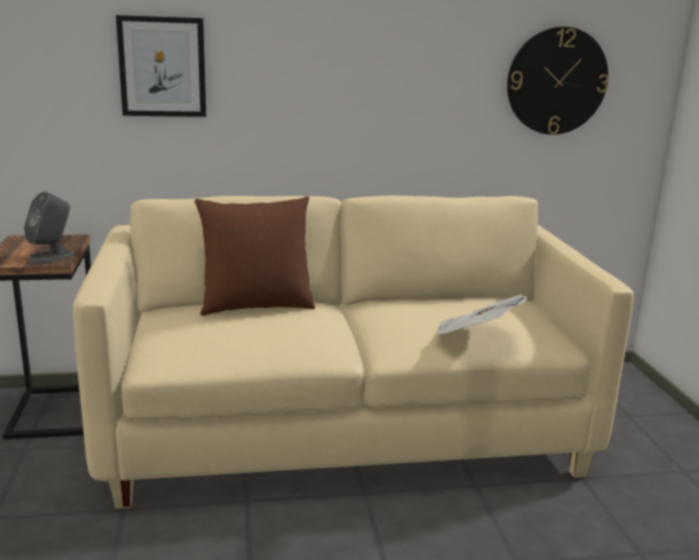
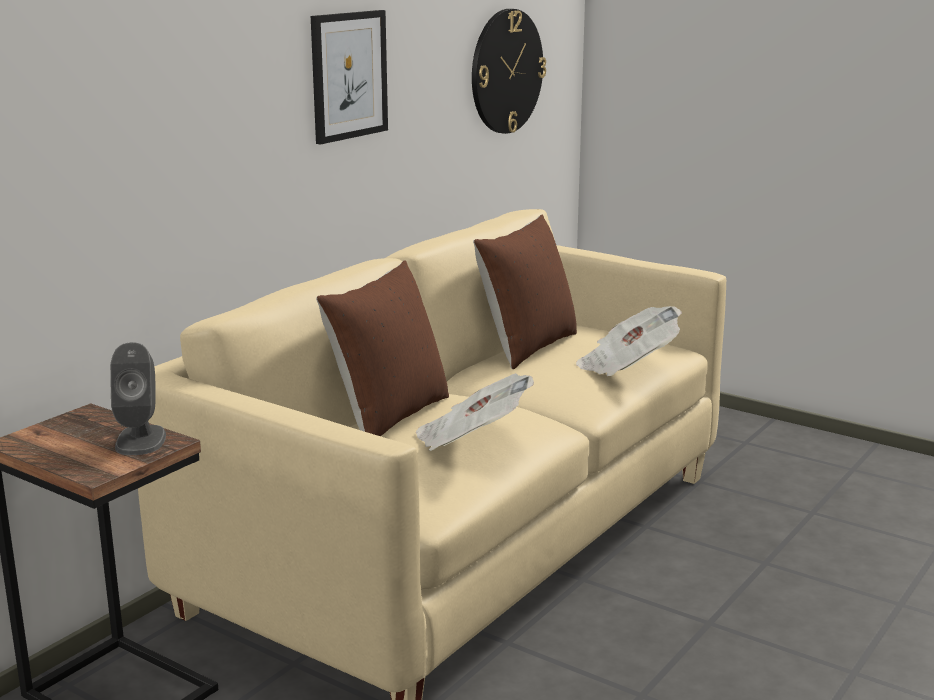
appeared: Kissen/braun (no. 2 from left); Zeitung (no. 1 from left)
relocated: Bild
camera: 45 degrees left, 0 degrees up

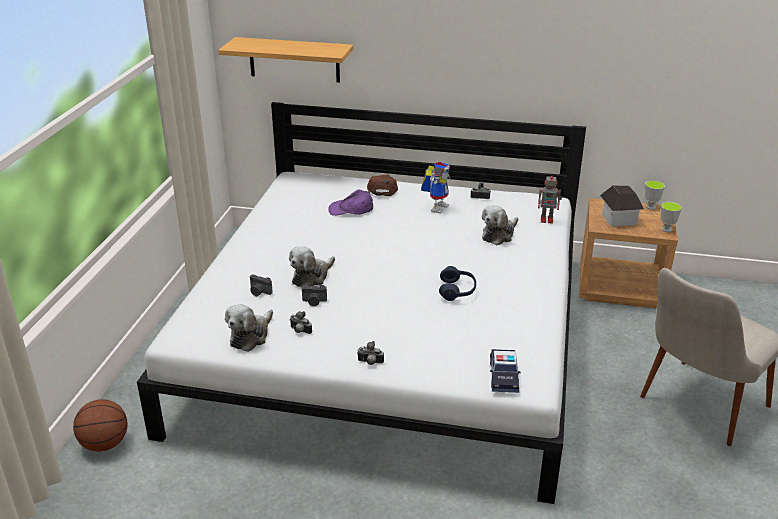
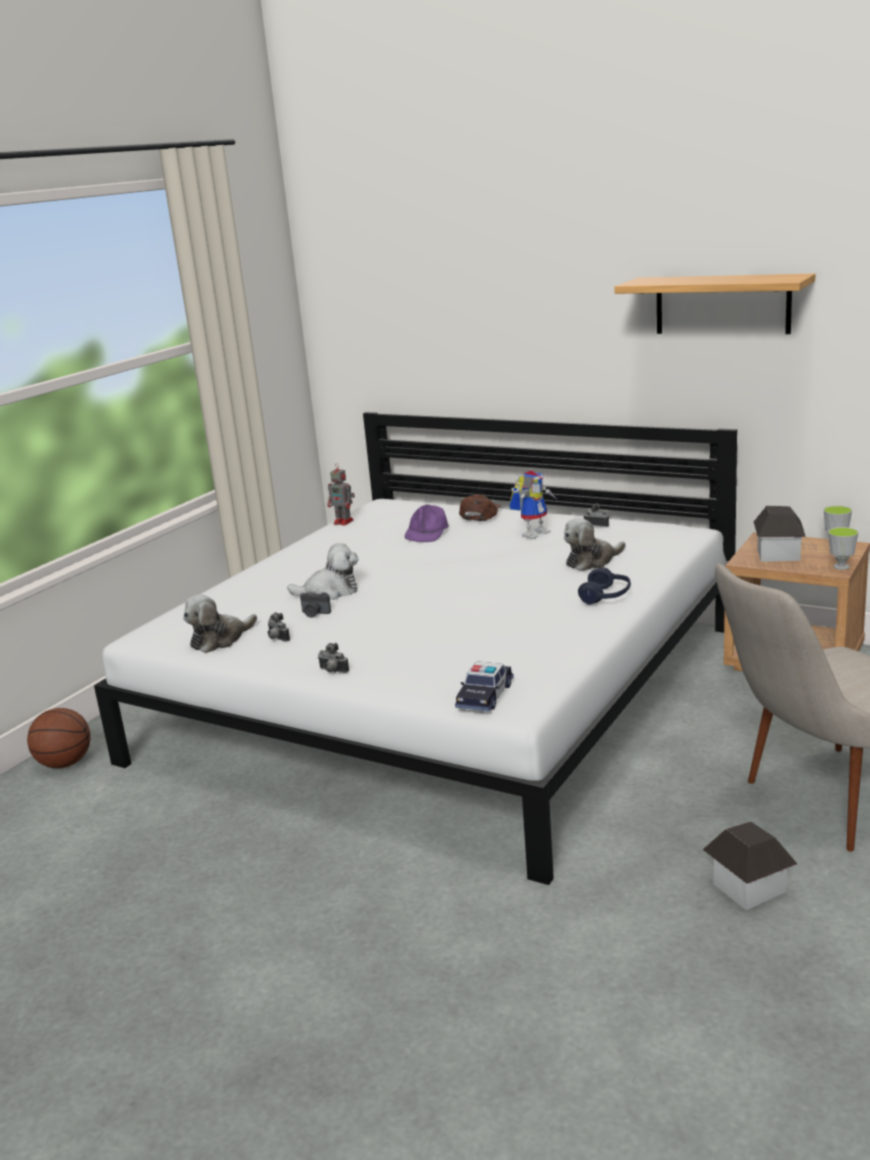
missing: Kamera (no. 1 from left)
appeared: Spielzeughaus (no. 1 from left)
relocated: Wandregal; Spielzeugroboter (no. 2 from left in the first image) to Spielzeugroboter (no. 1 from left); Kopfhörer/blau
spun: Kappe/lila 90 degrees counterclockwise; Plüschtier (no. 2 from left) 150 degrees counterclockwise
camera: 20 degrees right, 10 degrees down

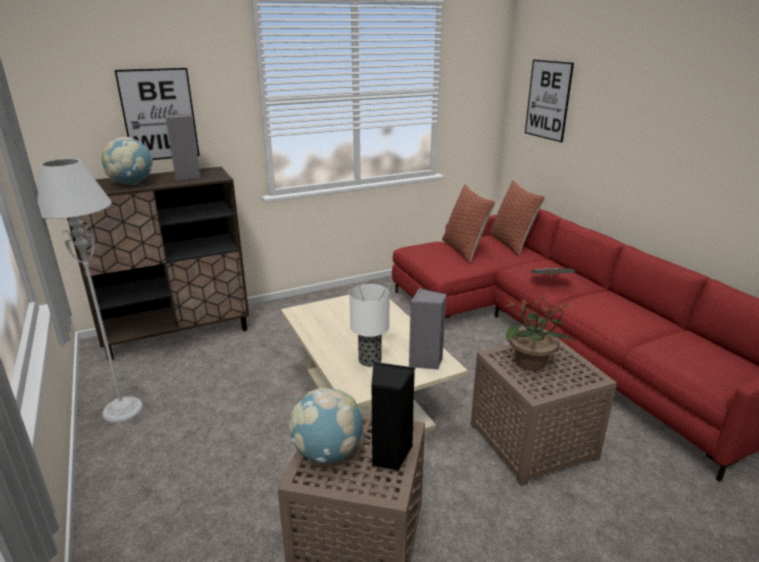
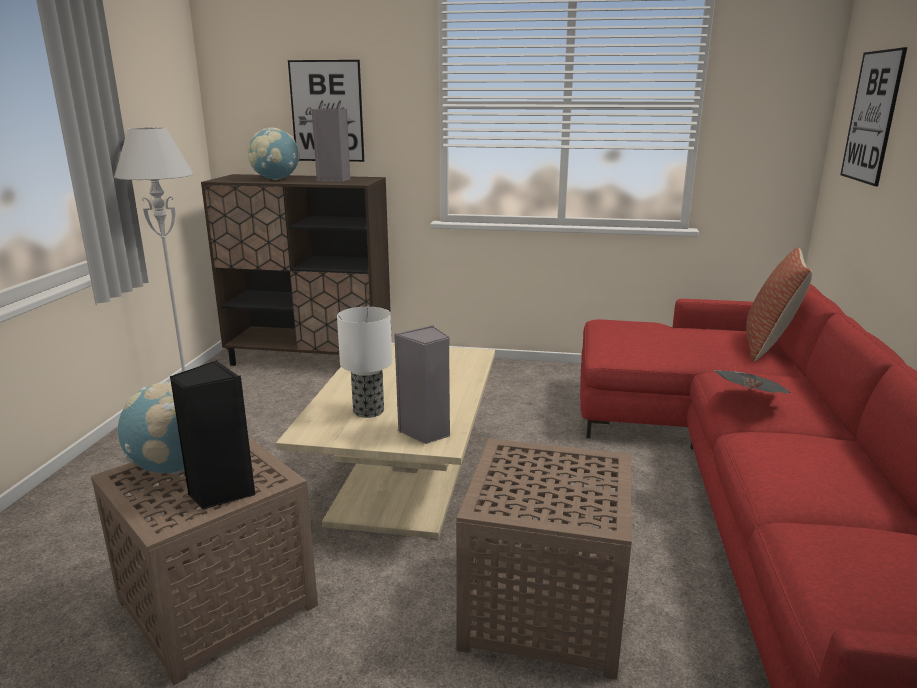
missing: Kissen (no. 1 from left); Topfpflanze
camera: 35 degrees right, 5 degrees down

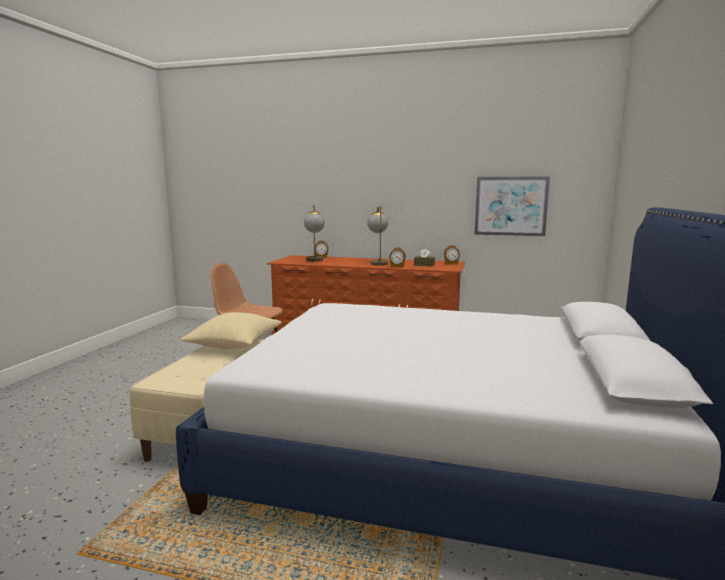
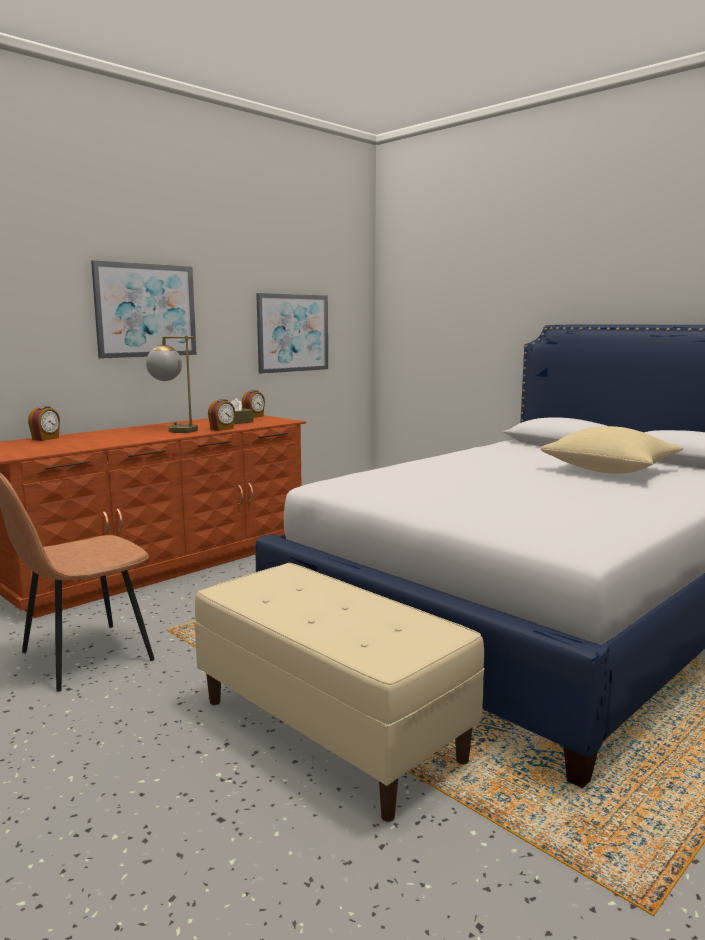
missing: Tischlampe (no. 1 from left)
appeared: Bild (no. 1 from left)
relocated: Kissen/beige
camera: 60 degrees left, 0 degrees up

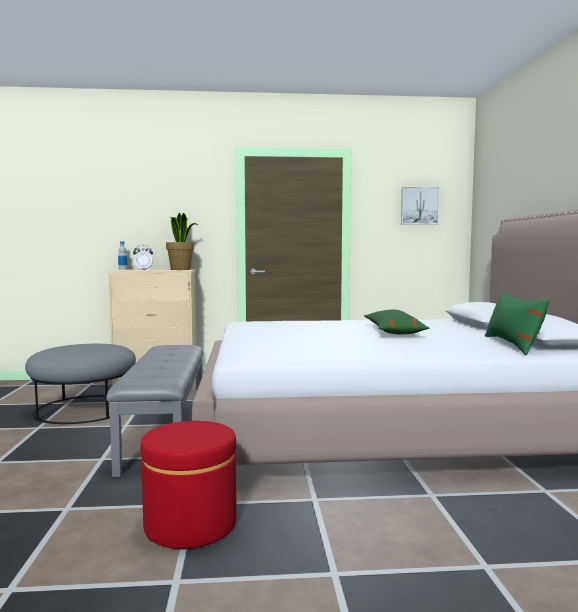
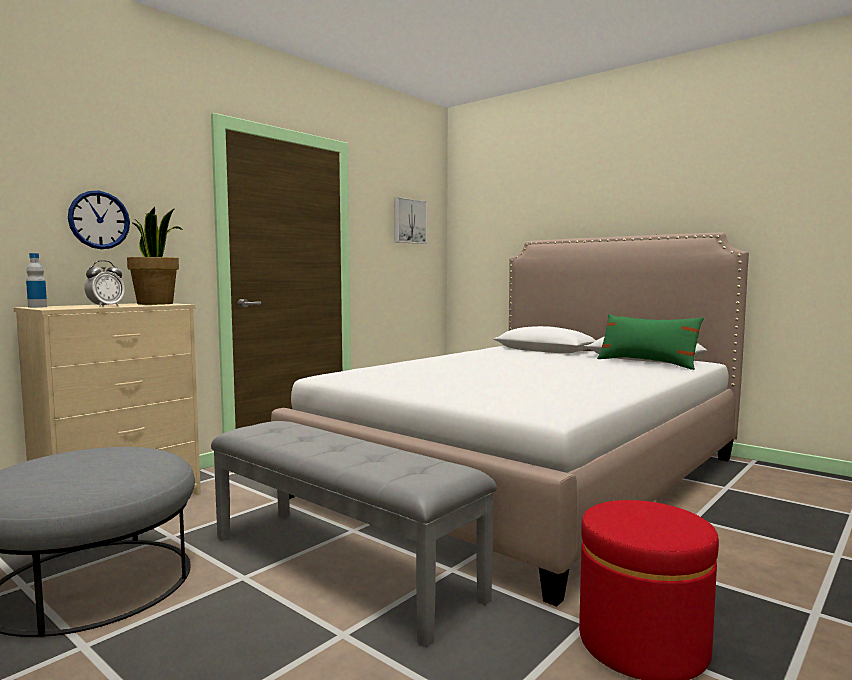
missing: Kissen/grün (no. 1 from left)
appeared: Wanduhr
camera: 45 degrees left, 0 degrees up

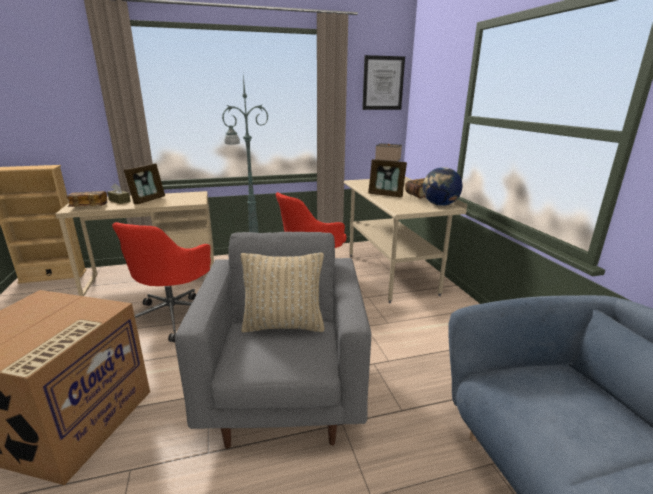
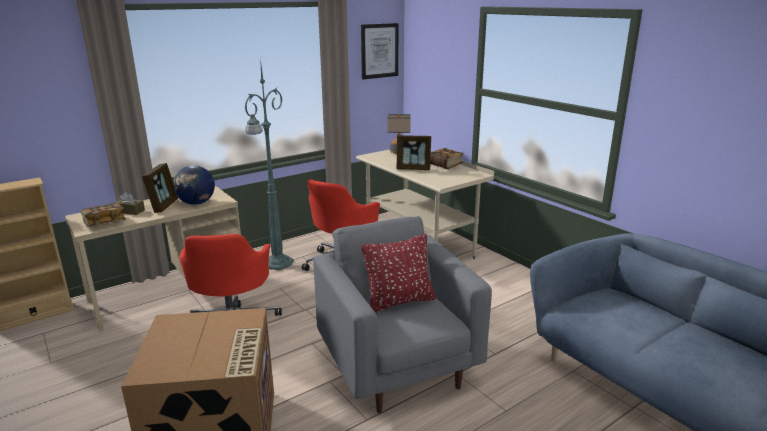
relocated: Globus
colour: Kissen/beige to Kissen/rot
camera: 20 degrees left, 0 degrees up

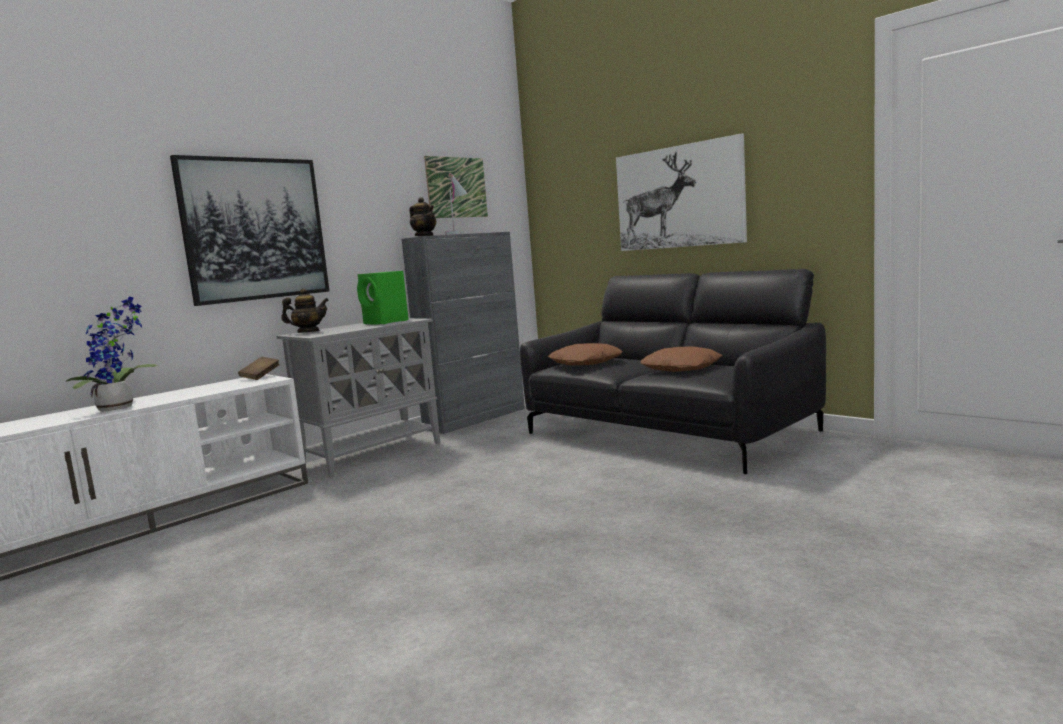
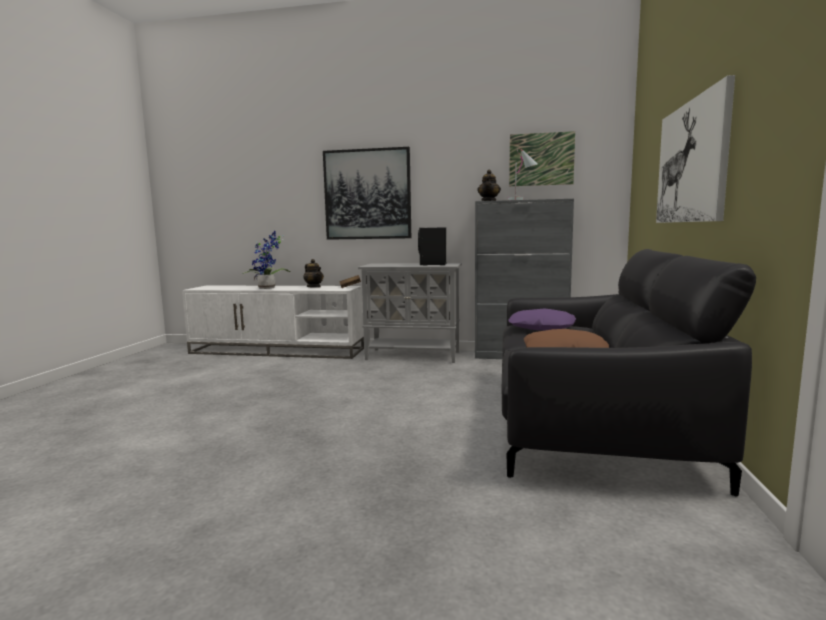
relocated: Teekanne (no. 1 from left)
colour: Lautsprecher/grün to Lautsprecher/schwarz; Kissen/braun (no. 1 from left) to Kissen/lila
camera: 55 degrees right, 0 degrees up

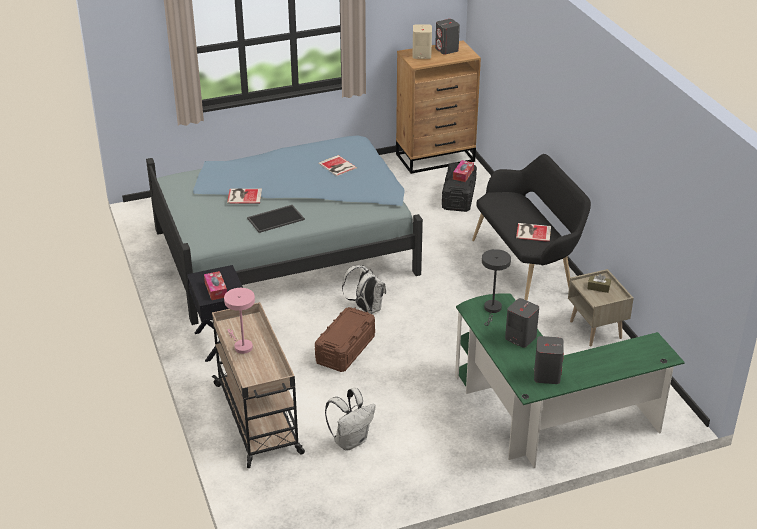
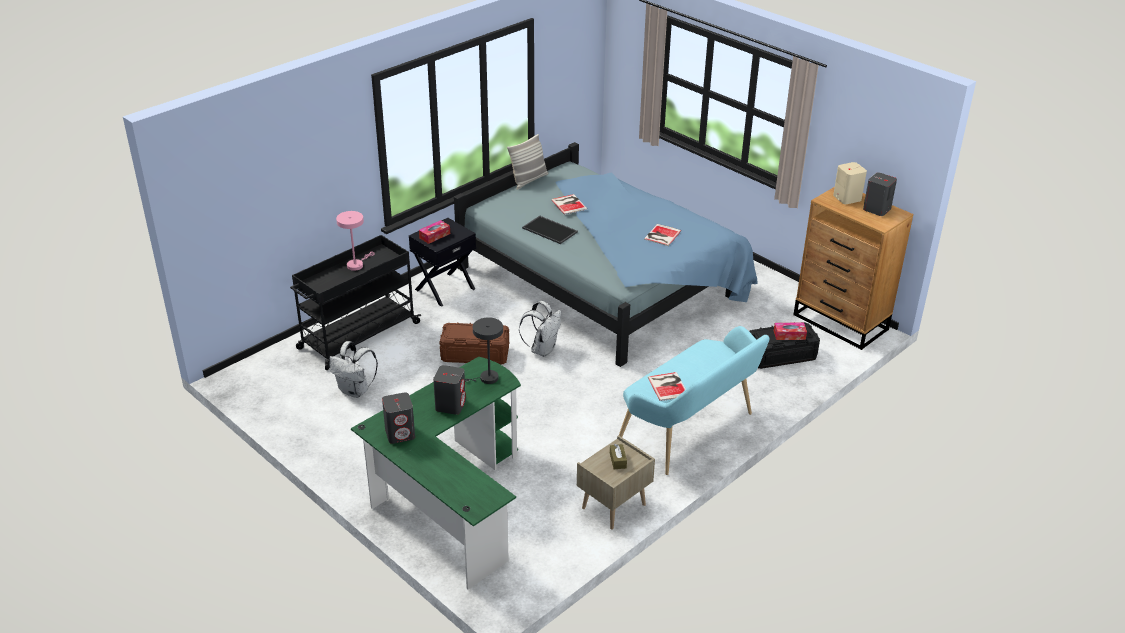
appeared: Kissen
colour: Bank/schwarz to Bank/türkis; Rollwagen/beige to Rollwagen/schwarz
camera: 65 degrees right, 0 degrees up

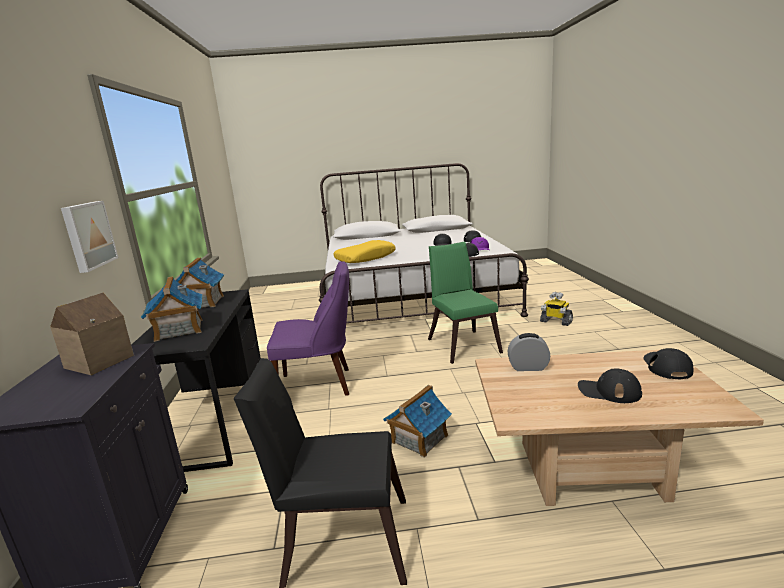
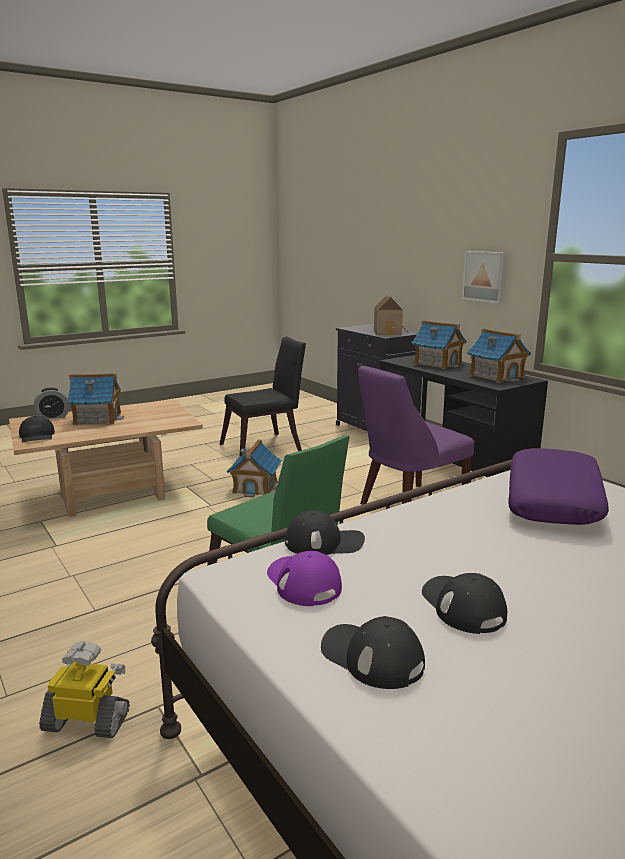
relocated: Wecker
exchanged: Kappe/schwarz (no. 4 from left) to Spielzeughaus (no. 1 from left)
colour: Kissen/gelb to Kissen/lila
camera: 150 degrees right, 0 degrees up

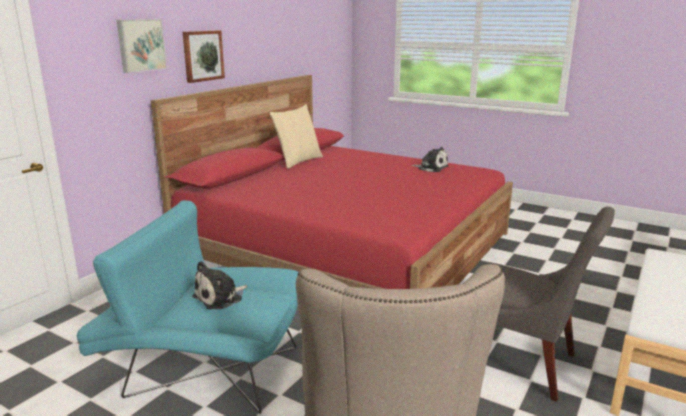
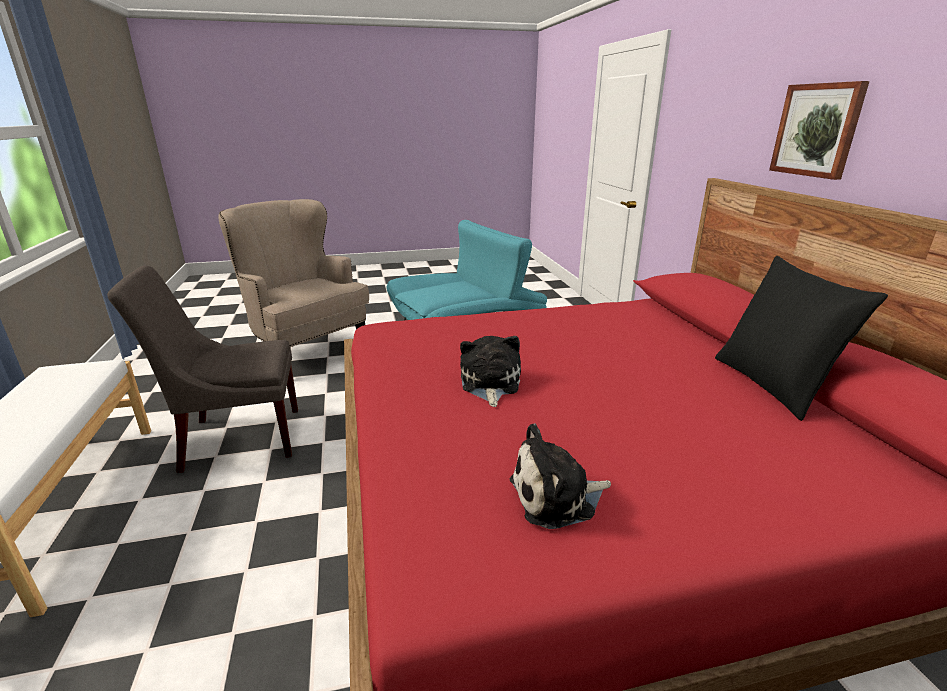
missing: Bild (no. 1 from left)
relocated: Plüschtier (no. 1 from left)
colour: Kissen/beige to Kissen/schwarz
camera: 135 degrees right, 5 degrees up

